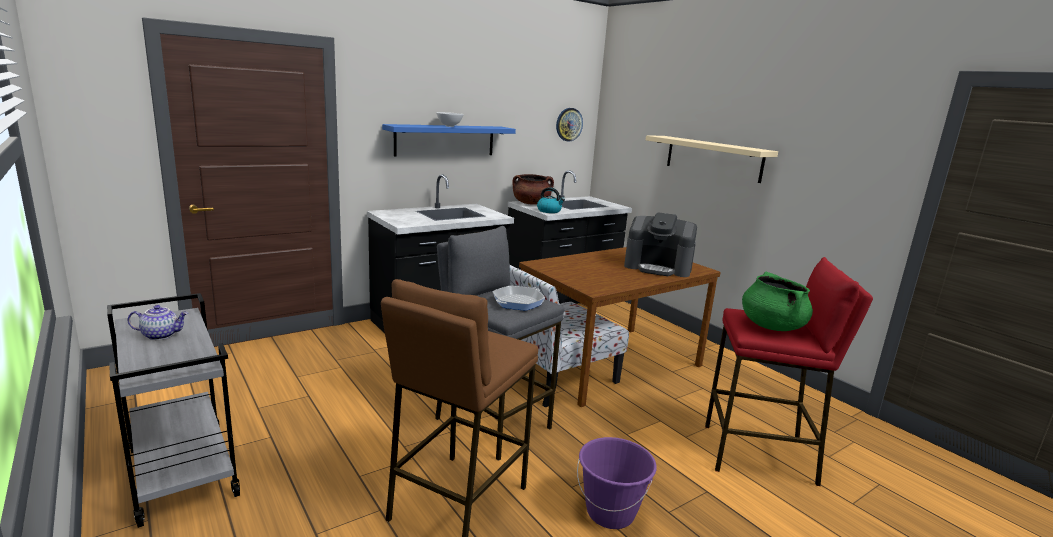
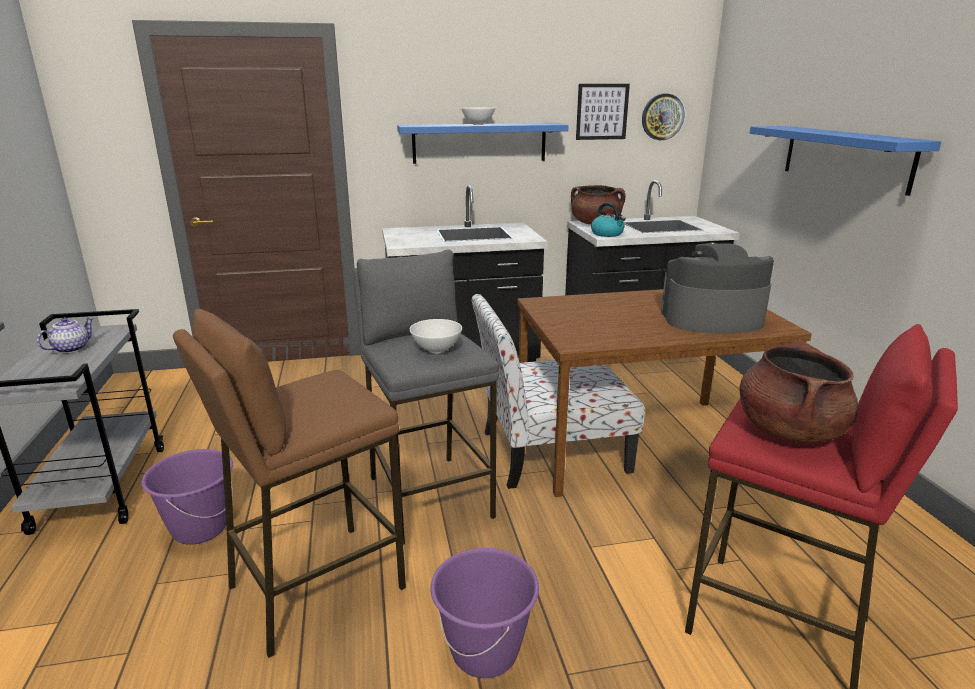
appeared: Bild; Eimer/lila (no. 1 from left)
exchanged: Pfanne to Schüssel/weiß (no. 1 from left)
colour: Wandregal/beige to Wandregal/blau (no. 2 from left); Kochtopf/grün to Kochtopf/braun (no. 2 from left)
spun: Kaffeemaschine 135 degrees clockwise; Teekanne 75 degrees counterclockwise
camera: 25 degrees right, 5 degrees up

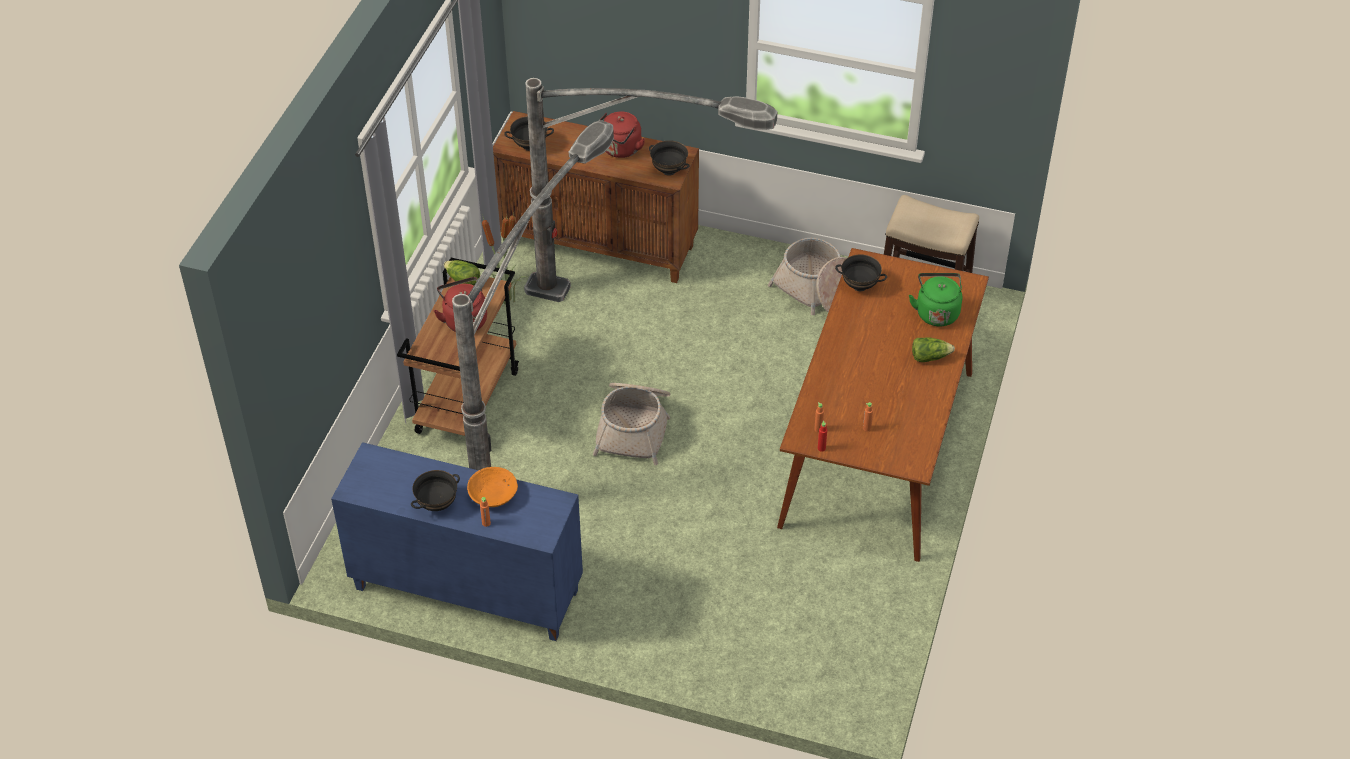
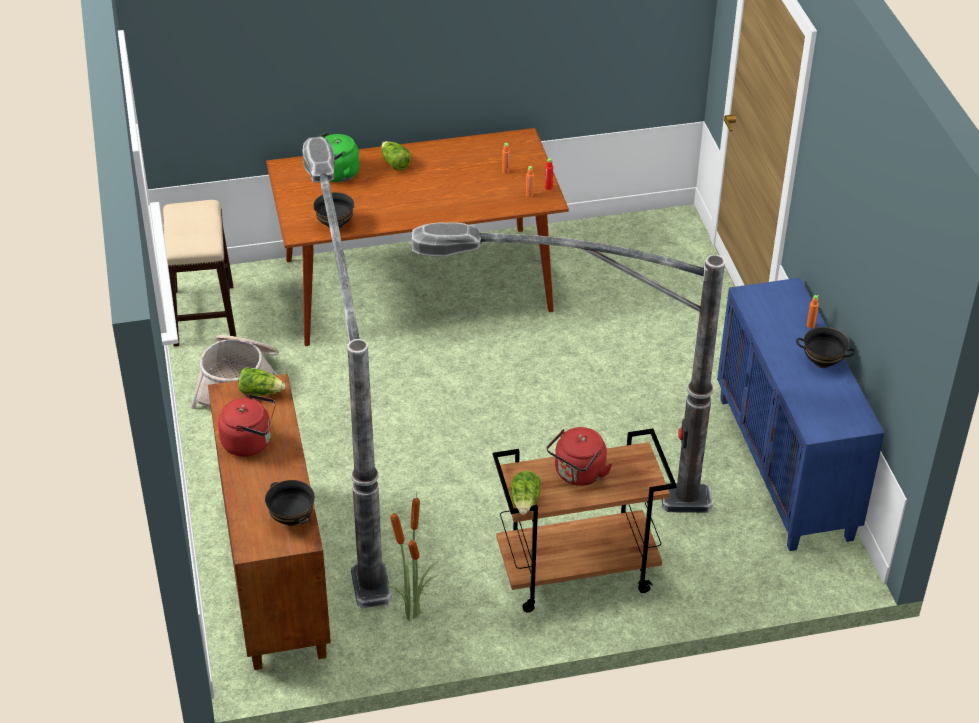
missing: Korb (no. 1 from left); Schüssel/orange
exchanged: Schüssel/schwarz (no. 3 from left) to Salatkopf (no. 1 from left)
camera: 120 degrees left, 5 degrees down

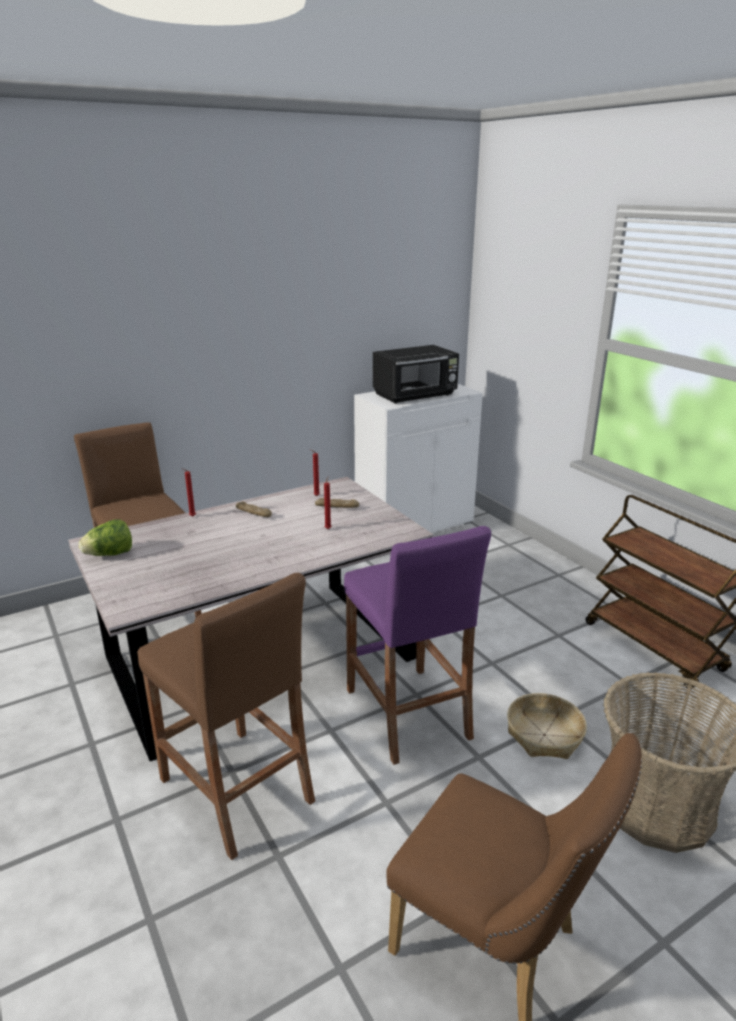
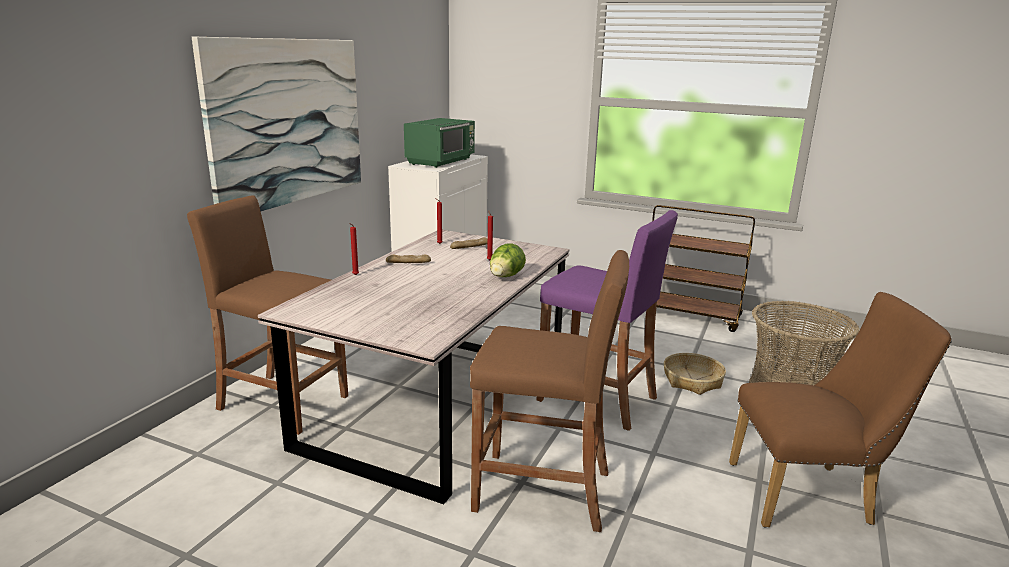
appeared: Bild
relocated: Salatkopf
colour: Mikrowelle/schwarz to Mikrowelle/grün
camera: 35 degrees left, 5 degrees down

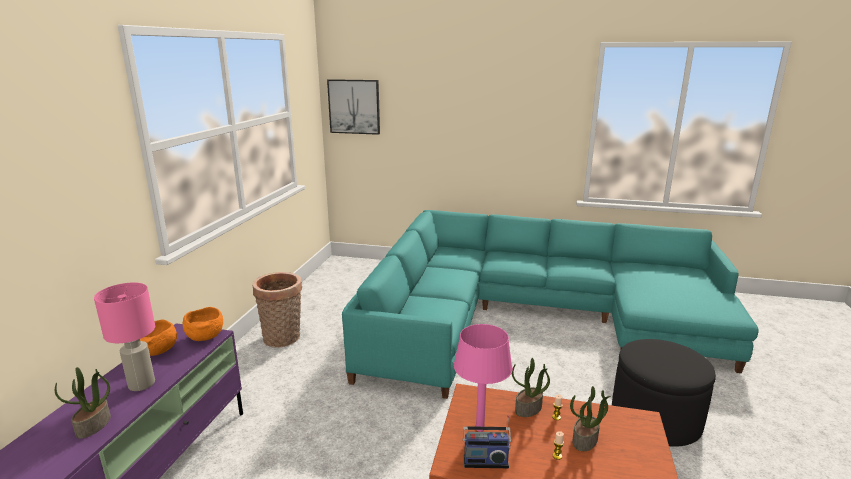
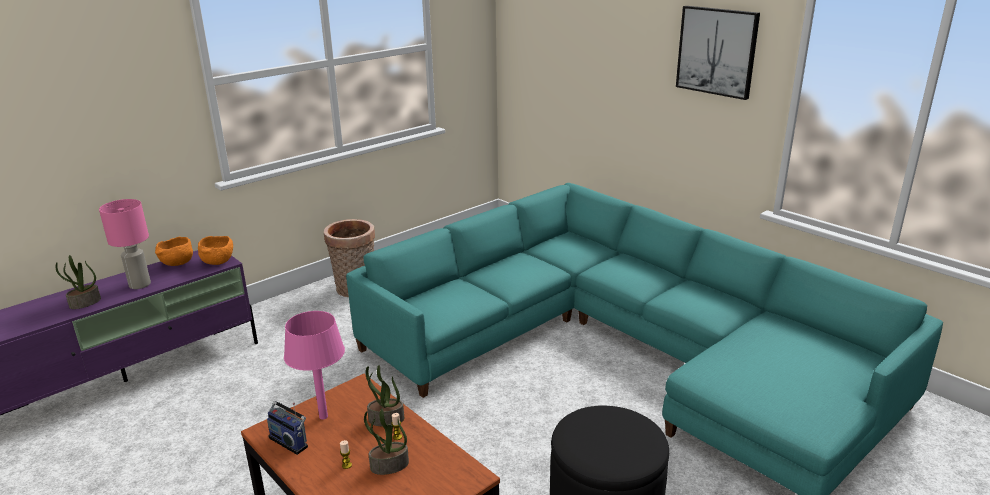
relocated: Bild
camera: 35 degrees right, 5 degrees up

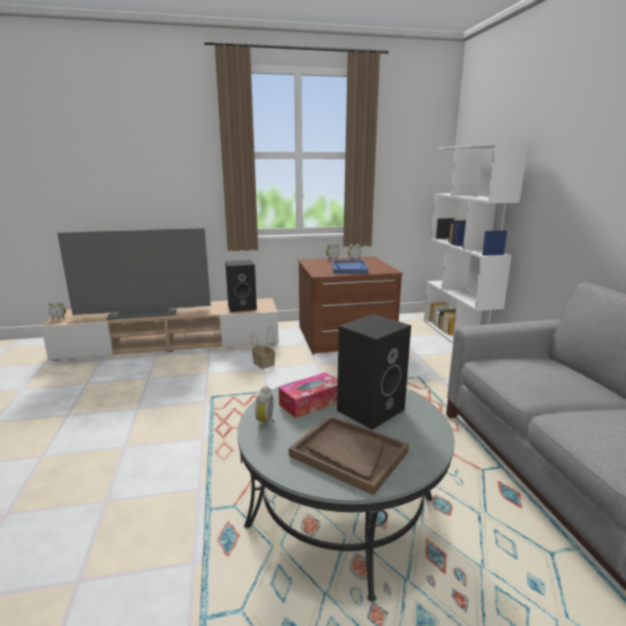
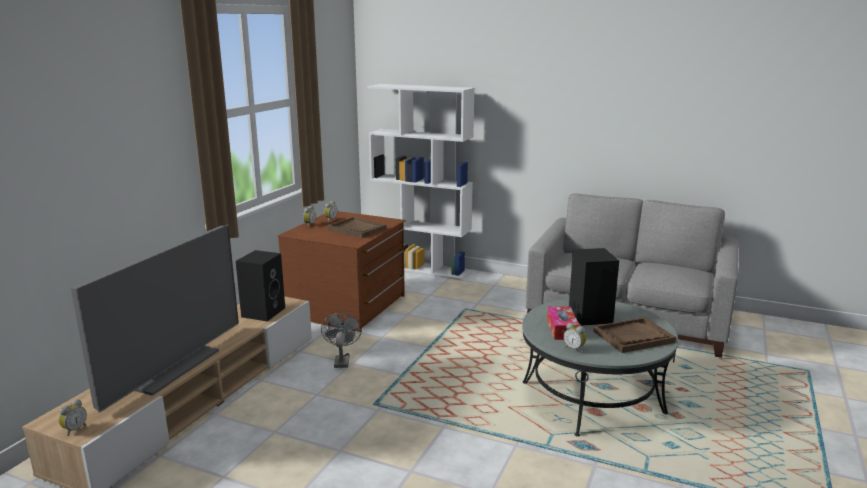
exchanged: Korb to Ventilator/grau
colour: Tablett/blau to Tablett/braun (no. 1 from left)
camera: 55 degrees left, 0 degrees up

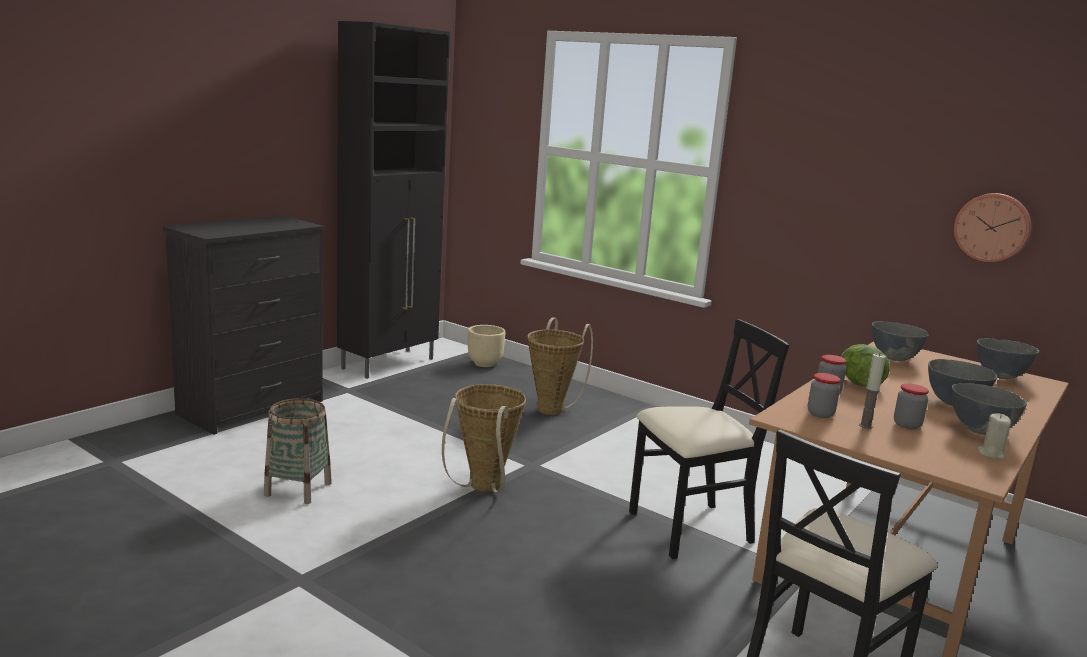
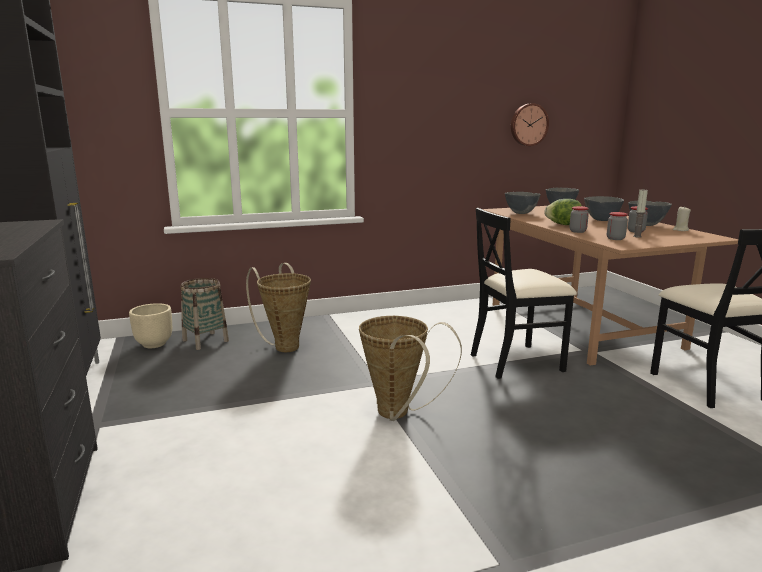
relocated: Korb (no. 1 from left)
spun: Stuhl/schwarz (no. 1 from left) 120 degrees counterclockwise
camera: 55 degrees left, 0 degrees up

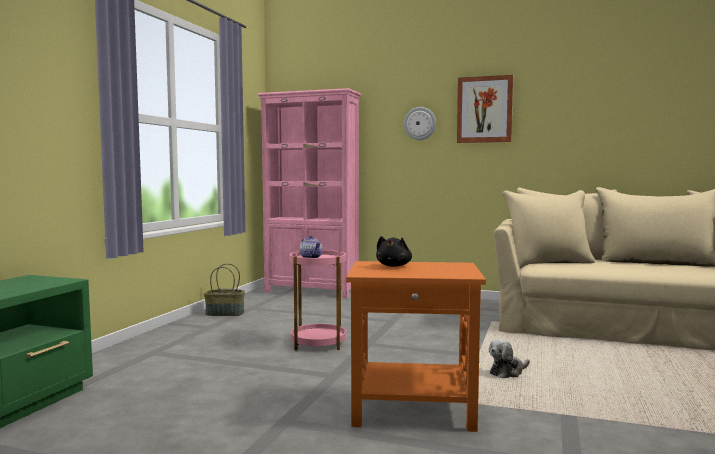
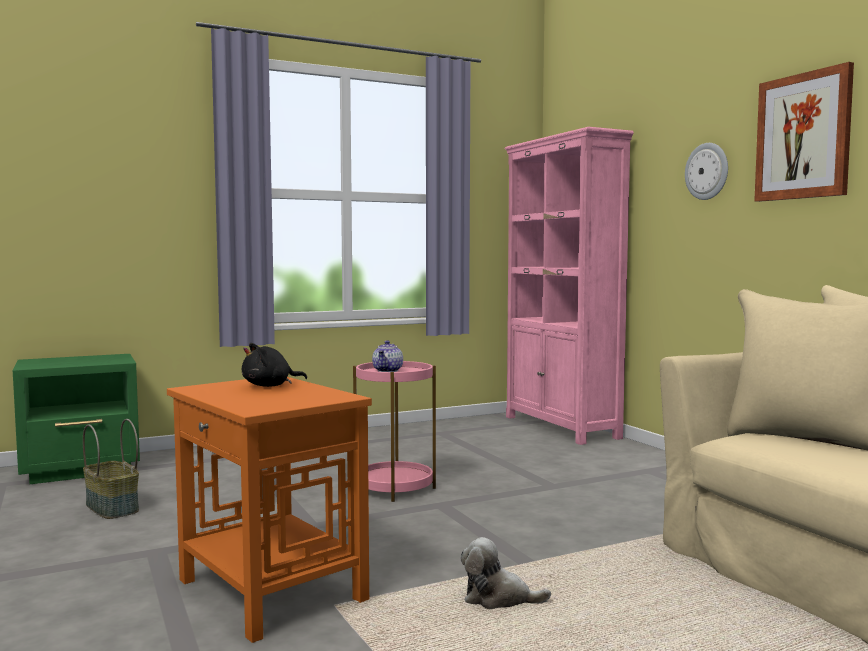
relocated: Korb
camera: 45 degrees right, 0 degrees up

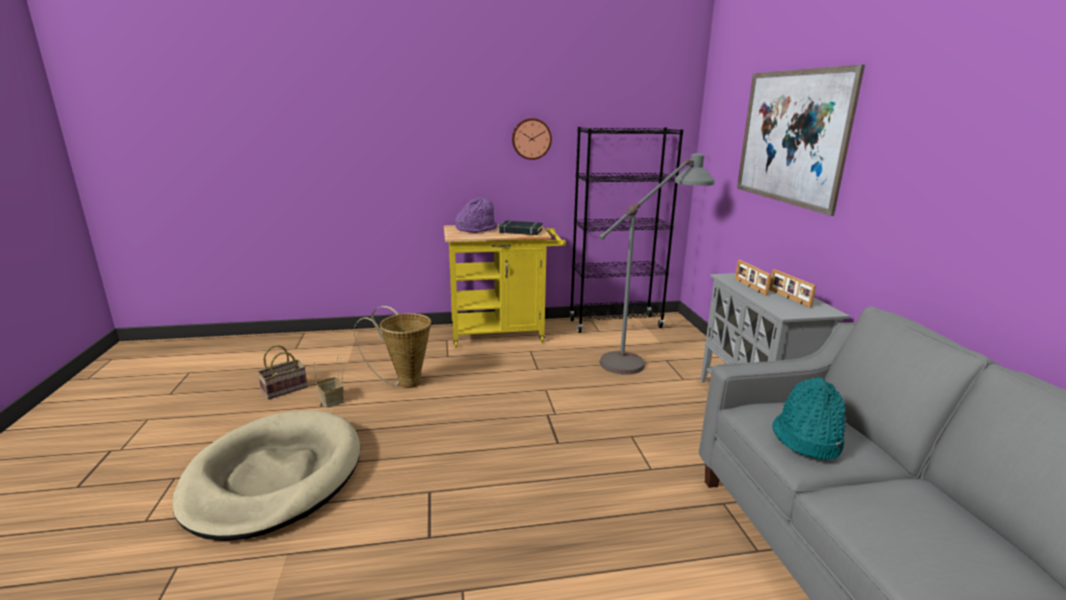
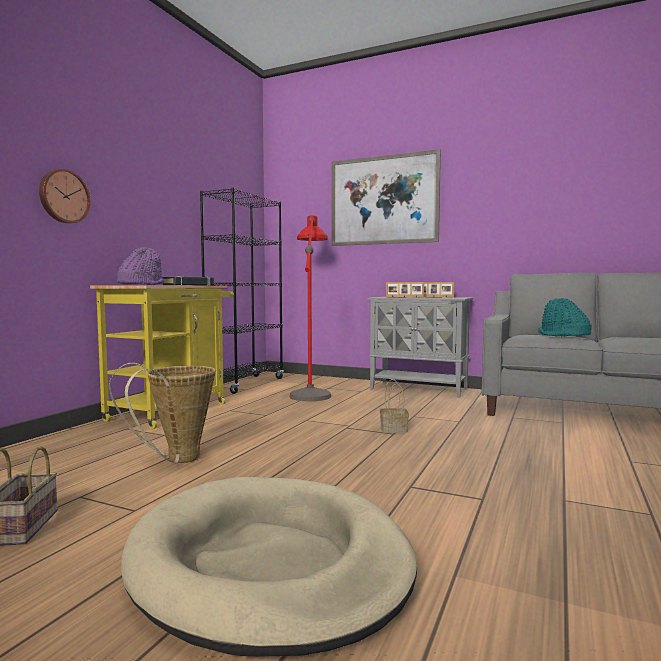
relocated: Wanduhr; Korb (no. 2 from left in the first image) to Korb (no. 3 from left)
colour: Stehlampe/grau to Stehlampe/rot
camera: 55 degrees left, 15 degrees down

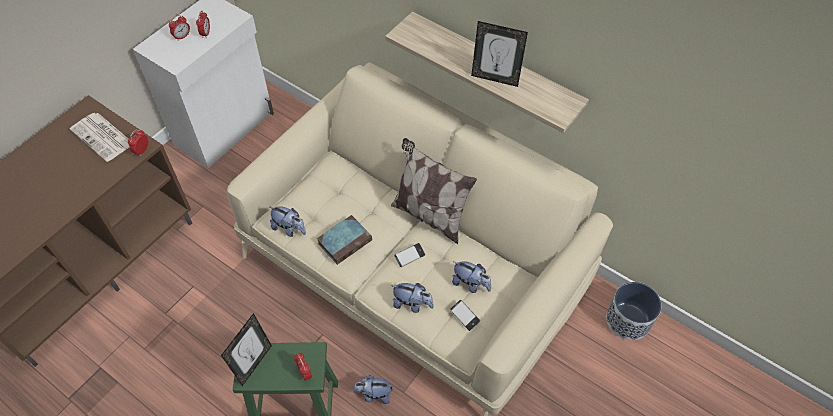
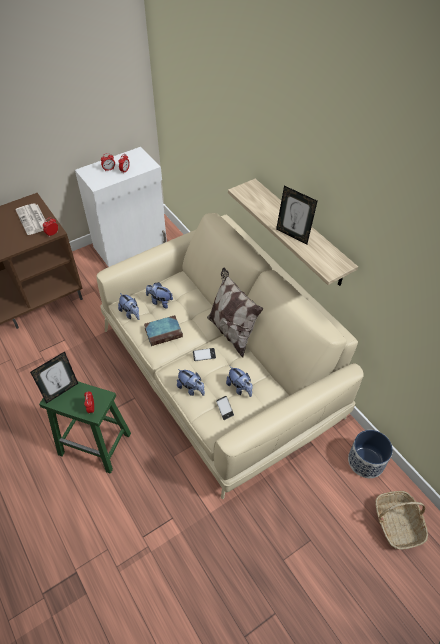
appeared: Korb
relocated: Plüschtier (no. 2 from left)
camera: 20 degrees right, 5 degrees down

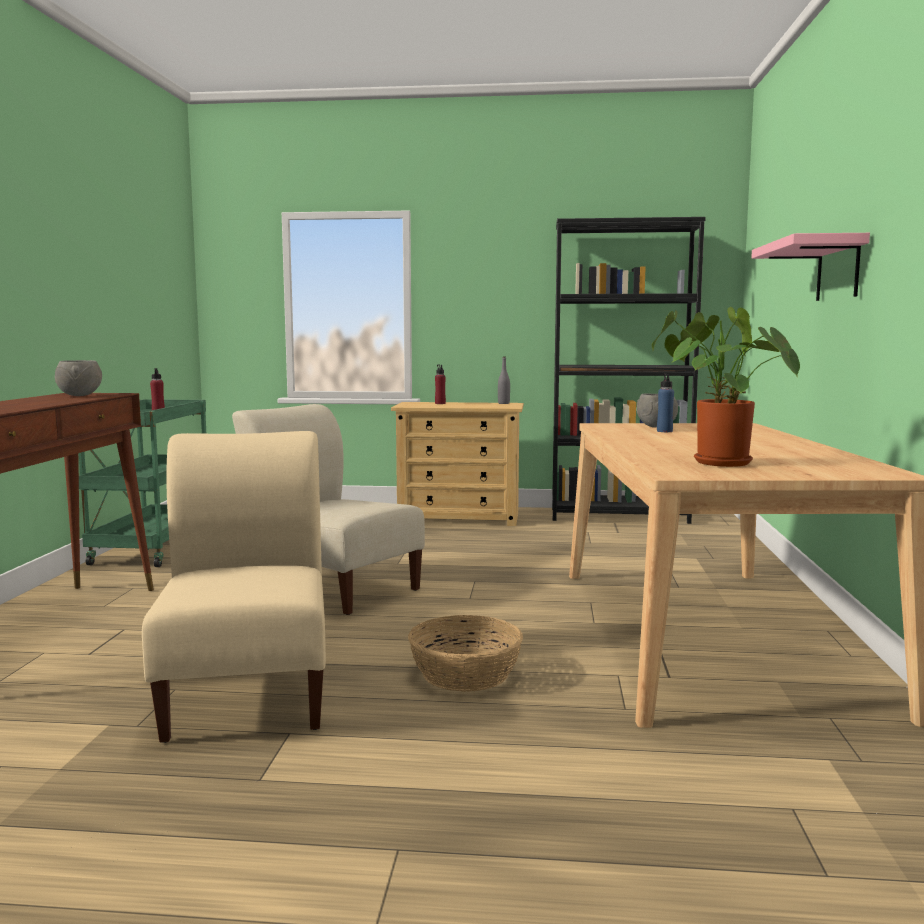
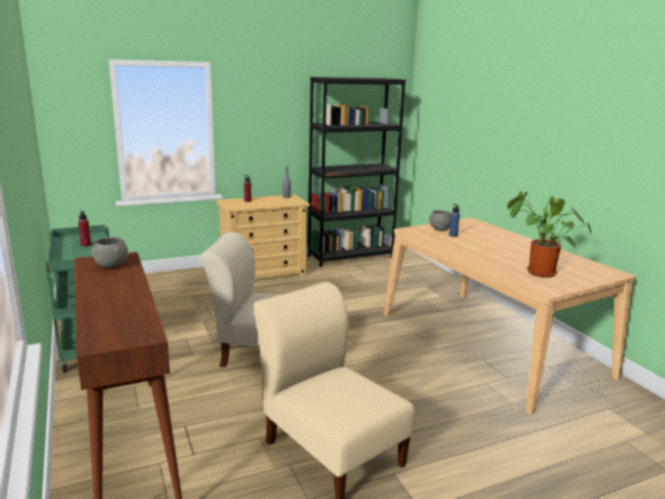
missing: Wandregal/rosa; Korb
camera: 30 degrees left, 10 degrees up

